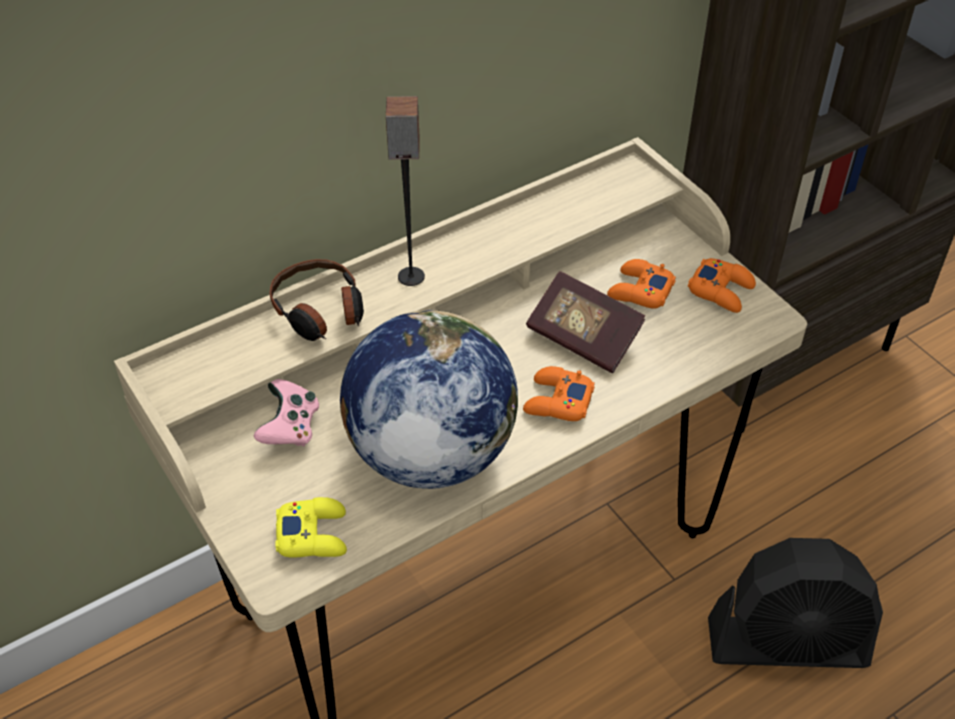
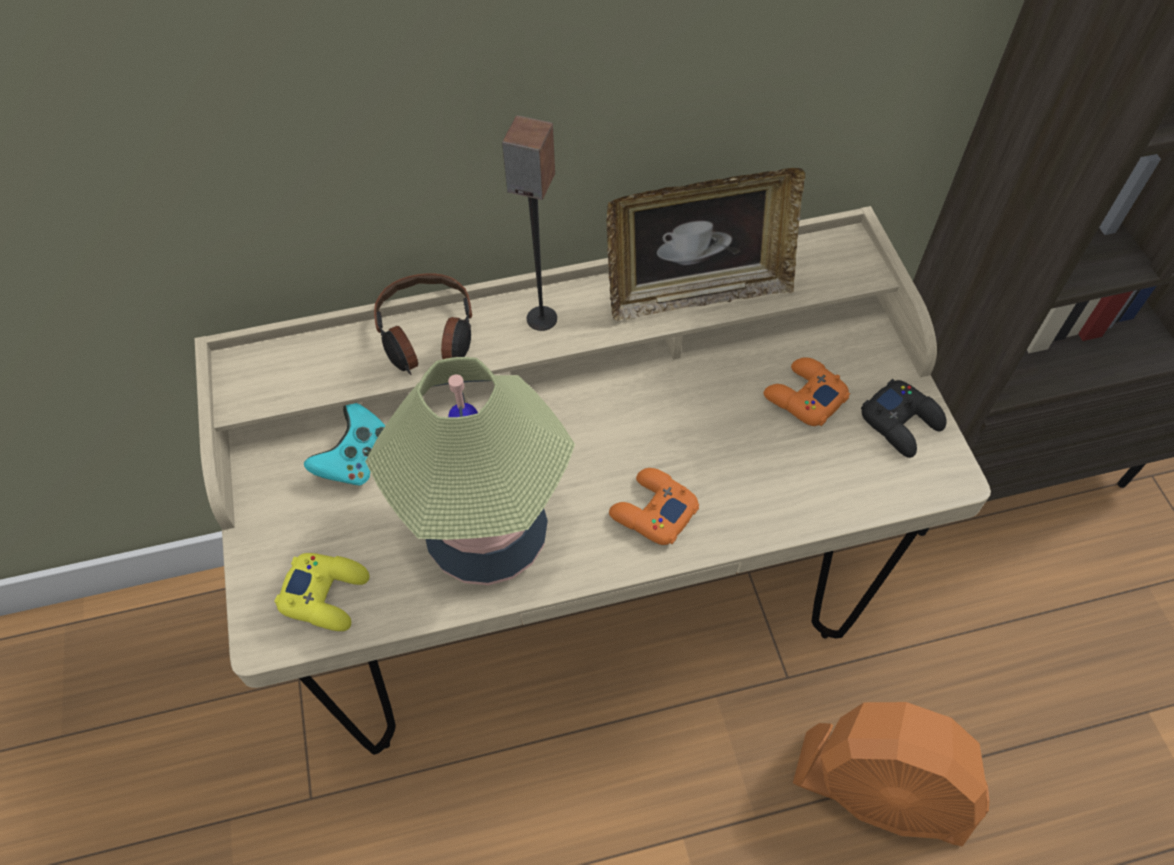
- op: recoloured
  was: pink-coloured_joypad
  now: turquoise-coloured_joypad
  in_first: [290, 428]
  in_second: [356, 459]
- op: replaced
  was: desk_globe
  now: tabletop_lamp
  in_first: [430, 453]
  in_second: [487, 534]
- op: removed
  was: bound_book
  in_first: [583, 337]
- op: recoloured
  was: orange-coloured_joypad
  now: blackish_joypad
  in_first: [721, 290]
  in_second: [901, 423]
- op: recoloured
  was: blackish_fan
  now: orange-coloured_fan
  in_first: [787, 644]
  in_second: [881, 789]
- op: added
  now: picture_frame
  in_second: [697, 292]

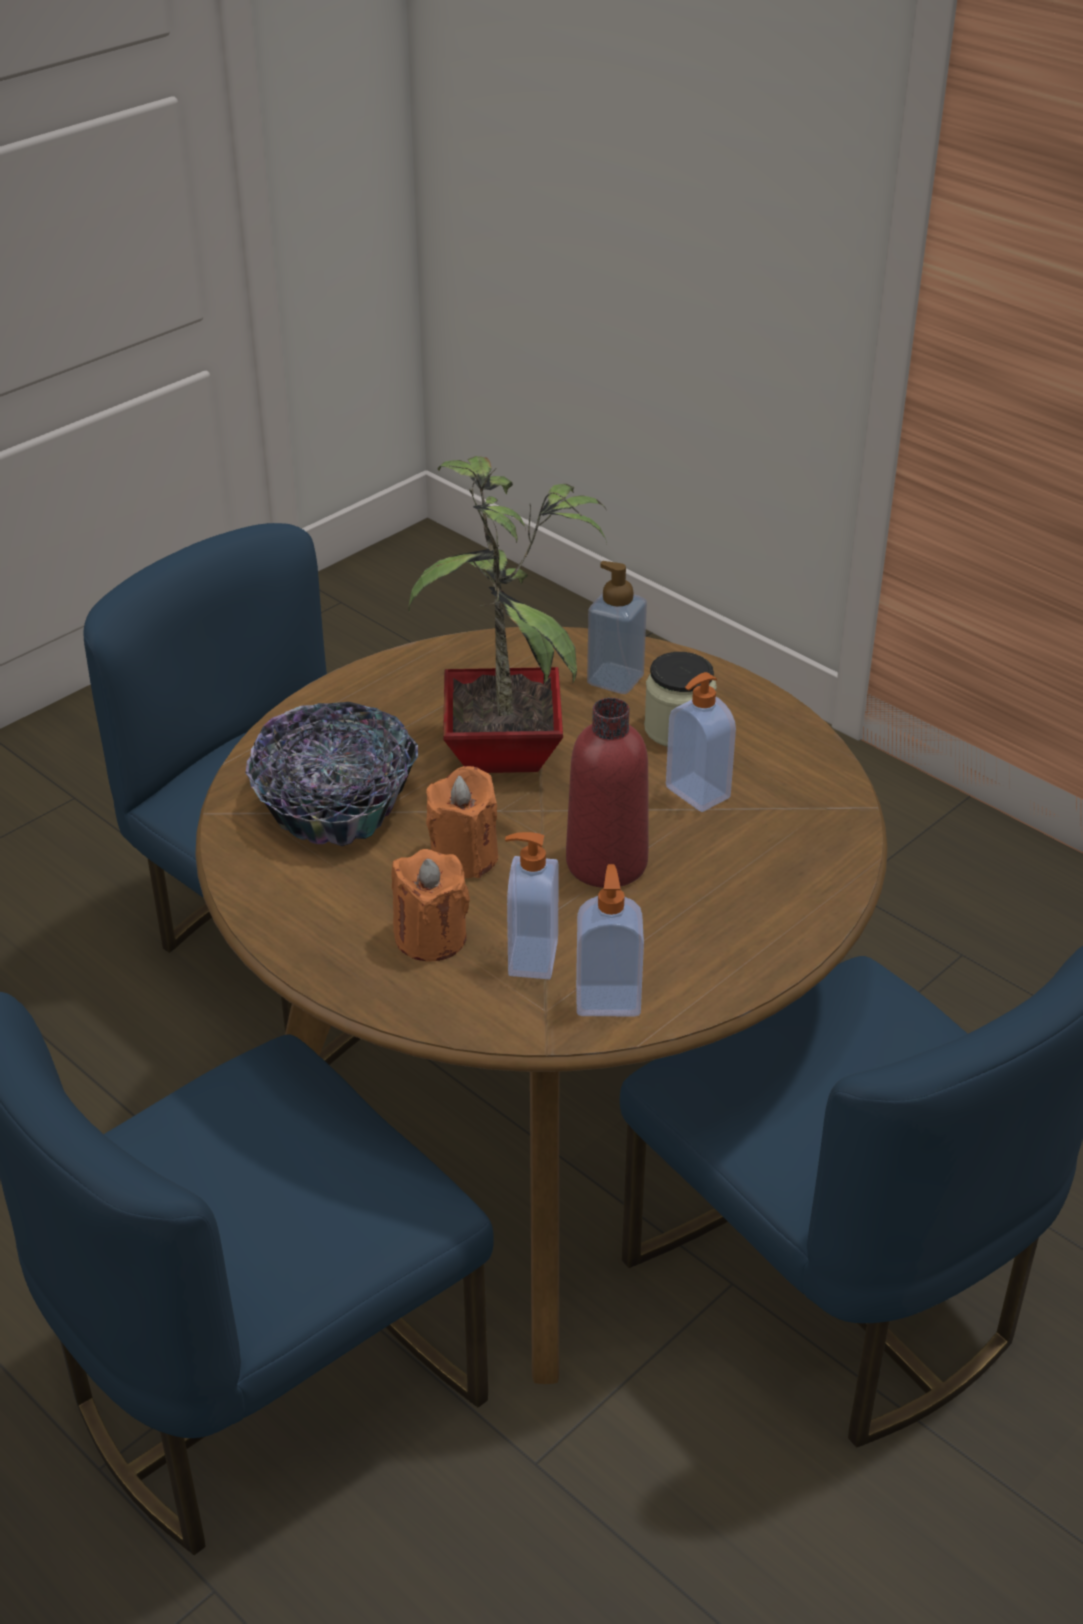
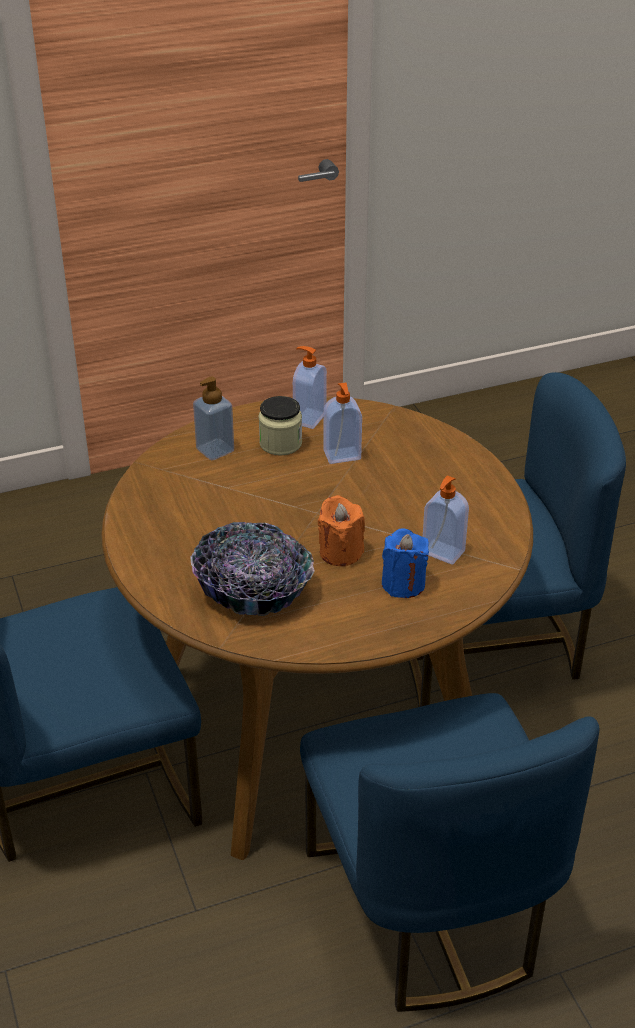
- op: recoloured
  was: orange-coloured_wax_light
  now: bluish_wax_light
  in_first: [430, 938]
  in_second: [403, 584]
- op: removed
  was: plant_in_a_pot
  in_first: [510, 753]
- op: removed
  was: red-coloured_beverage_bottle
  in_first: [606, 863]
- op: moved
  was: soap_bottle
  in_first: [608, 999]
  in_second: [308, 418]

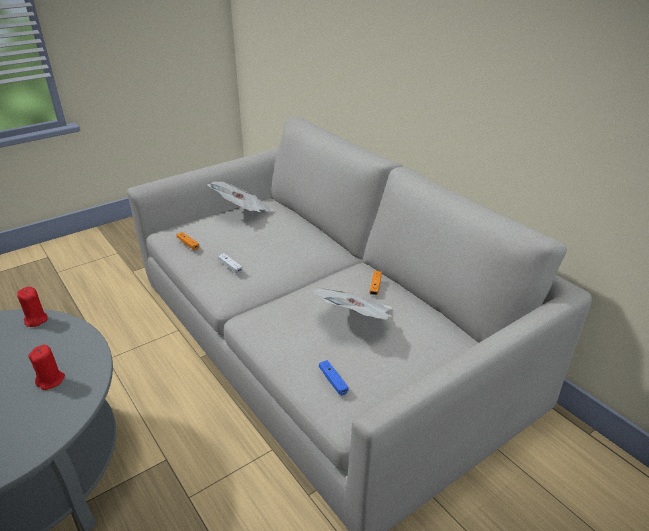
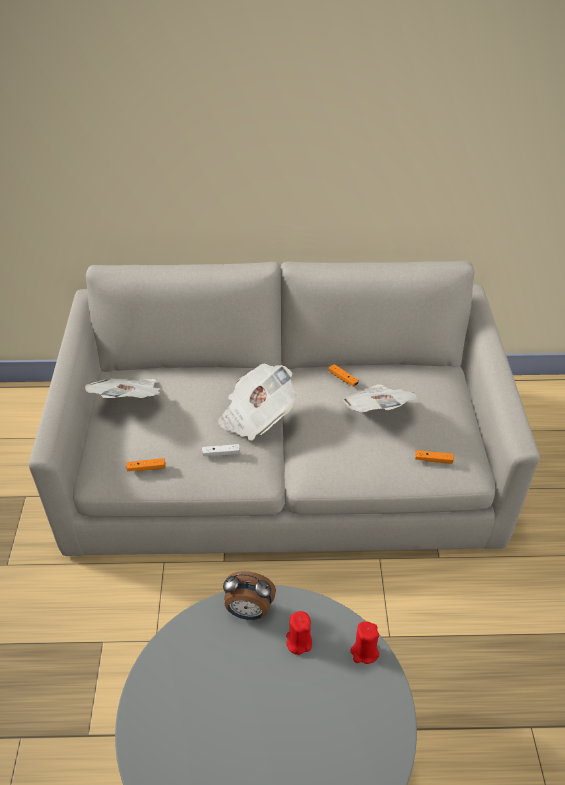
- op: moved
  was: red-coloured_wax_light
  in_first: [36, 320]
  in_second: [364, 652]
- op: recoloured
  was: bluish_joypad
  now: orange-coloured_joypad
  in_first: [333, 381]
  in_second: [433, 460]
- op: added
  now: newspaper
  in_second: [256, 416]
- op: added
  now: bedside_clock
  in_second: [248, 612]

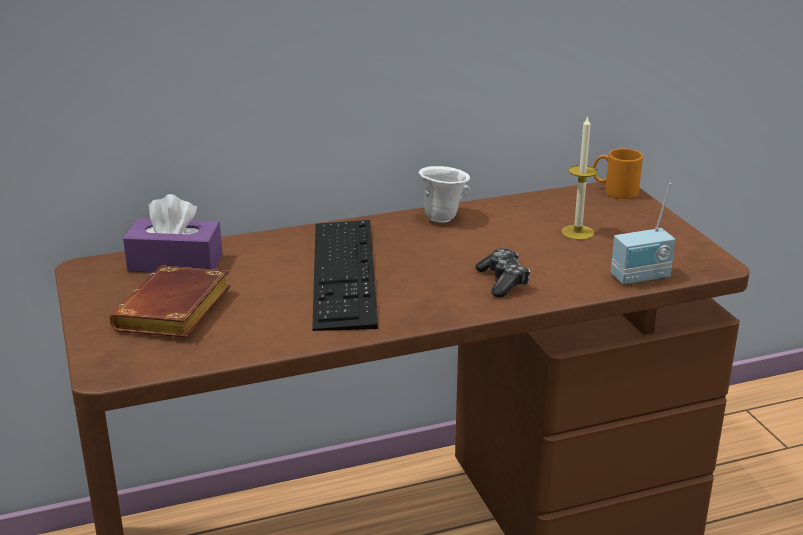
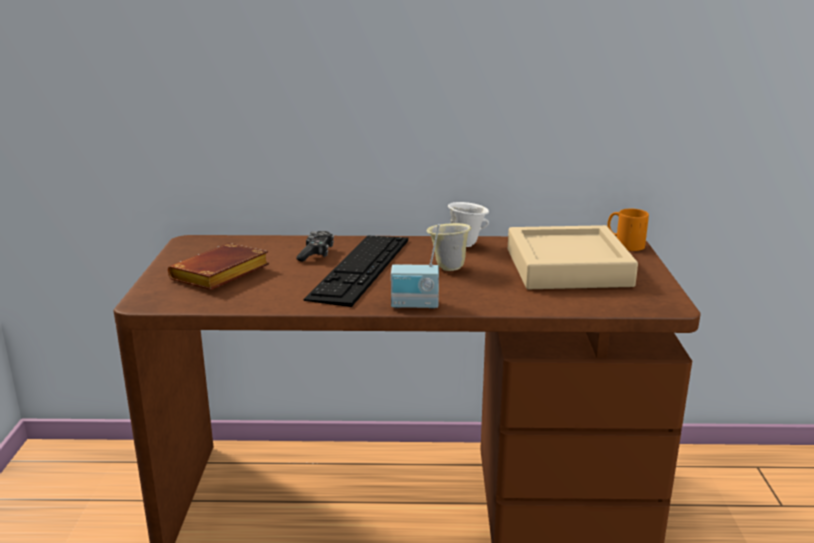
- op: removed
  was: purplish_tissue_holder
  in_first: [175, 263]
- op: moved
  was: joypad
  in_first: [503, 281]
  in_second: [316, 253]
- op: replaced
  was: wax_light
  now: beige_tray
  in_first: [577, 232]
  in_second: [567, 267]
- op: moved
  was: radio_set
  in_first: [641, 278]
  in_second: [415, 305]
- op: added
  now: beige_tea_mug
  in_second: [447, 267]

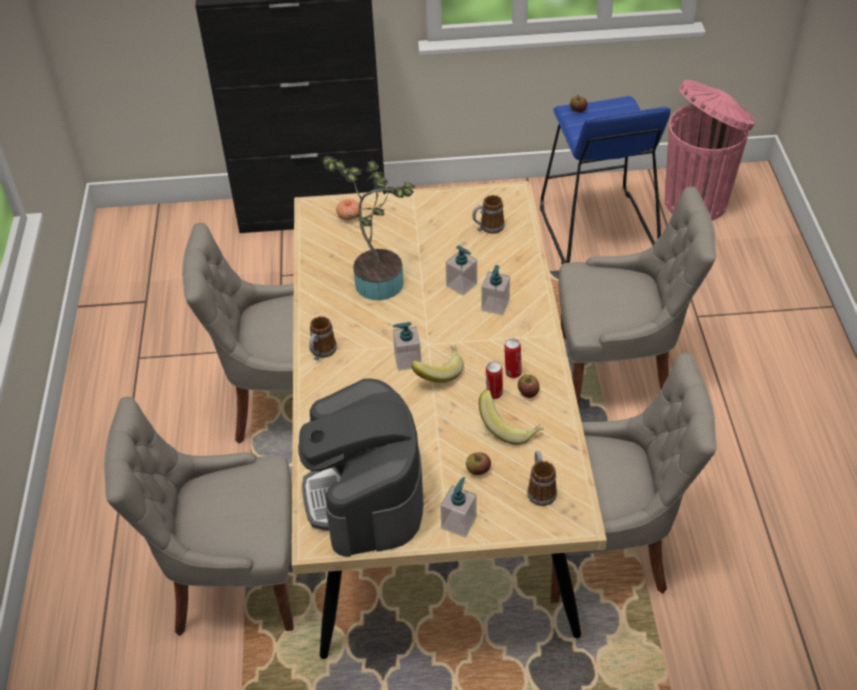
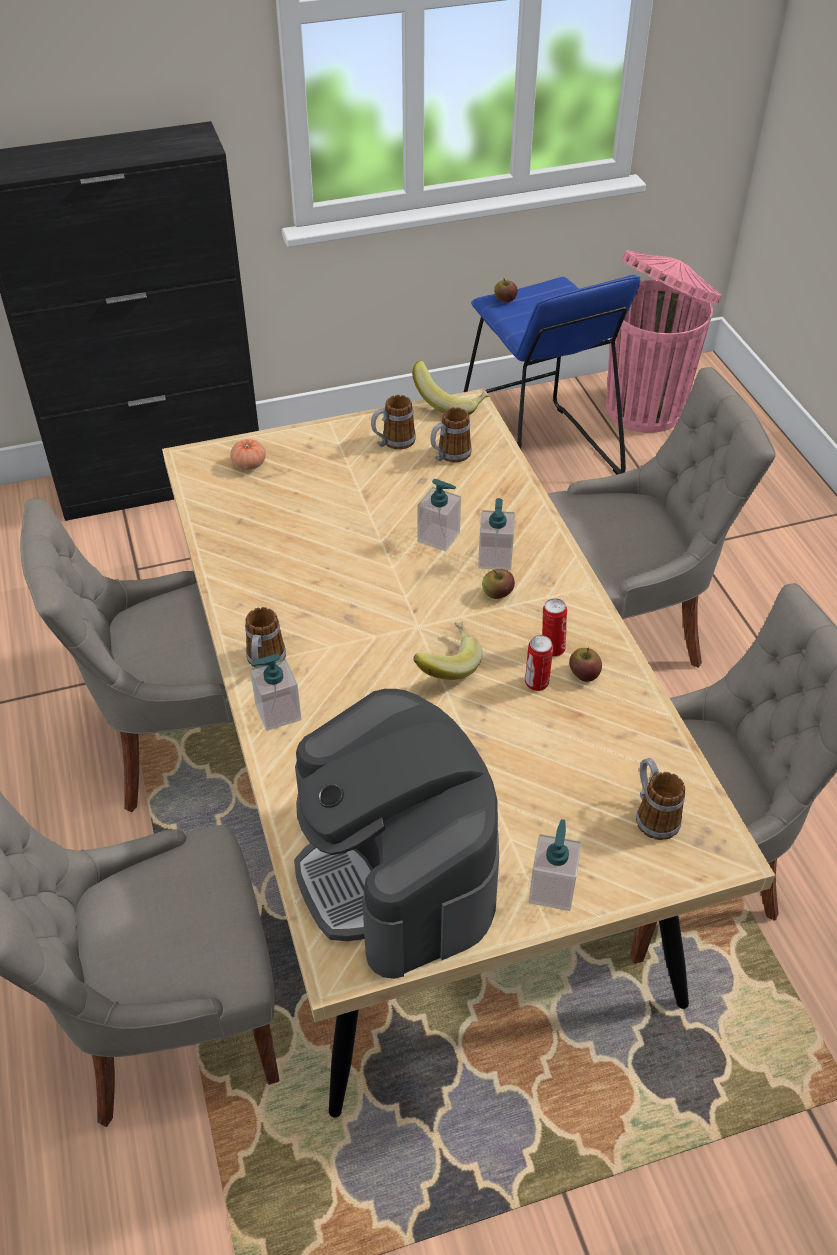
- op: removed
  was: plant_in_a_pot
  in_first: [379, 279]
- op: moved
  was: soap_bottle
  in_first: [407, 360]
  in_second: [278, 712]
- op: moved
  was: apple_fruit
  in_first: [478, 470]
  in_second: [497, 593]
- op: moved
  was: banana_fruit
  in_first: [510, 427]
  in_second: [450, 402]
- op: added
  now: tea_mug
  in_second: [393, 443]

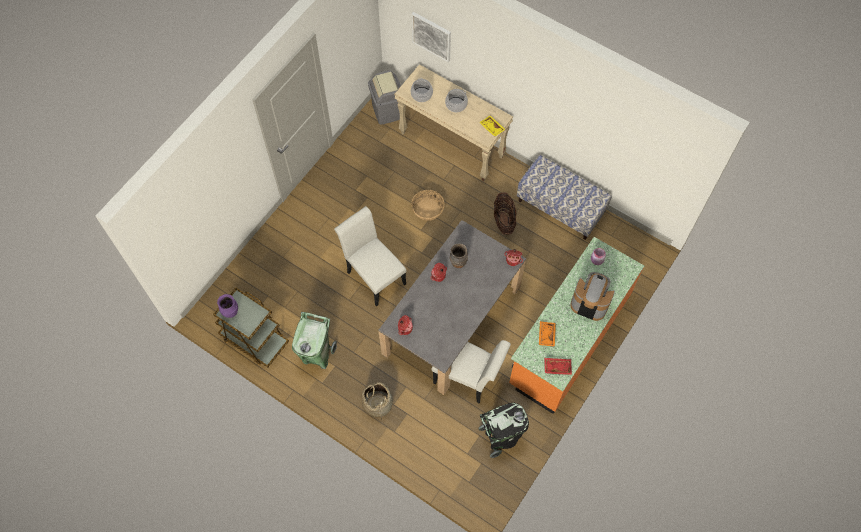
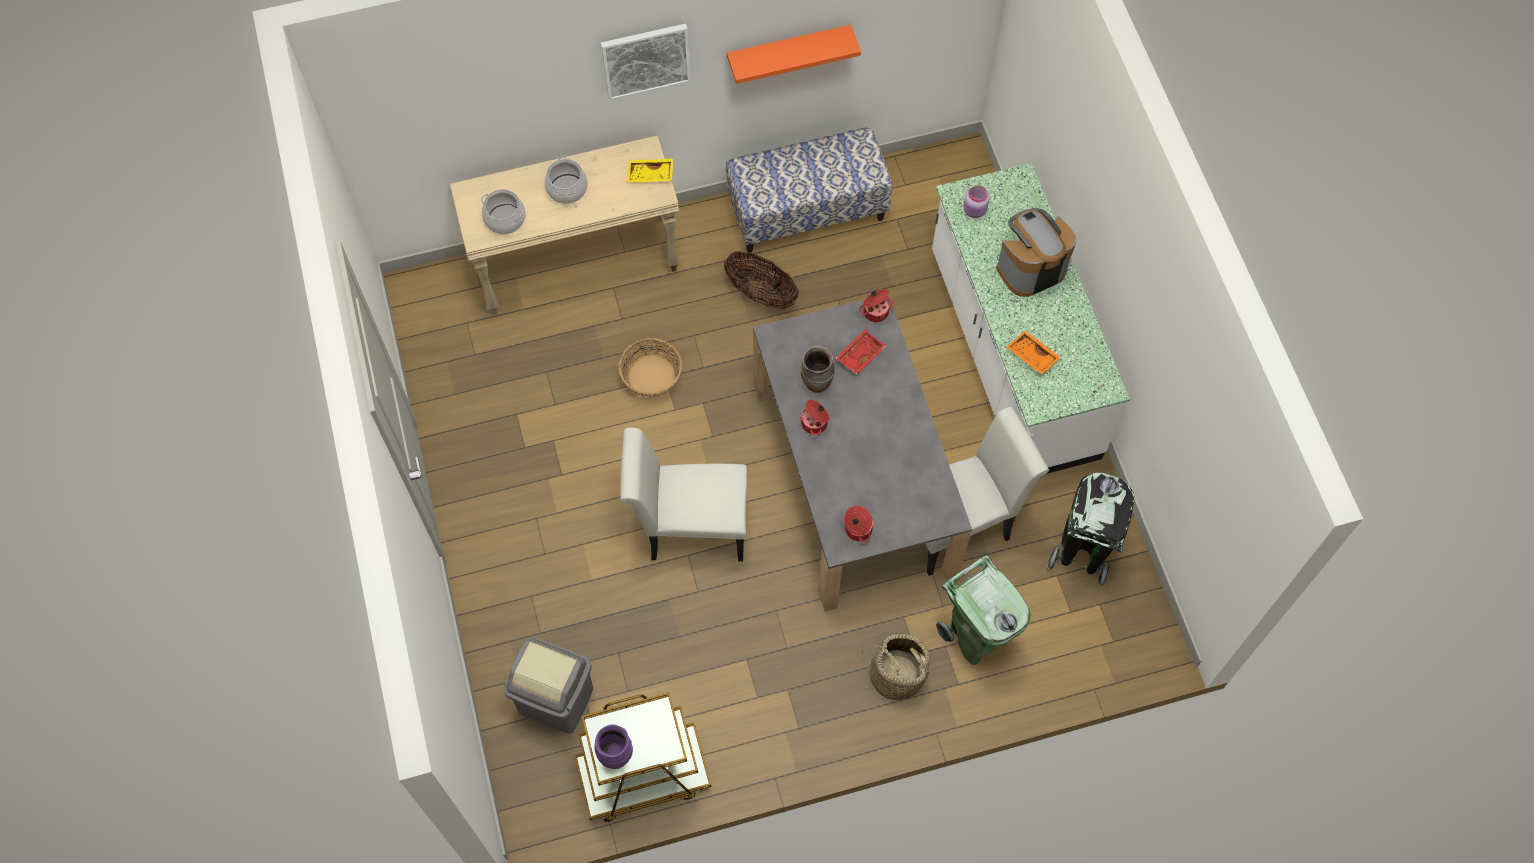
- op: moved
  was: green_rubbish_bin
  in_first: [317, 355]
  in_second: [976, 636]
- op: moved
  was: greyish_rubbish_bin
  in_first: [387, 111]
  in_second: [556, 699]
- op: moved
  was: wall_picture
  in_first: [432, 36]
  in_second: [646, 60]
- op: recoloured
  was: orange-coloured_kitchen_counter
  now: whitish_kitchen_counter
  in_first: [568, 340]
  in_second: [1011, 356]
- op: moved
  was: red-coloured_tray
  in_first: [557, 367]
  in_second: [859, 354]
- op: added
  now: orange-coloured_shelf
  in_second: [788, 50]

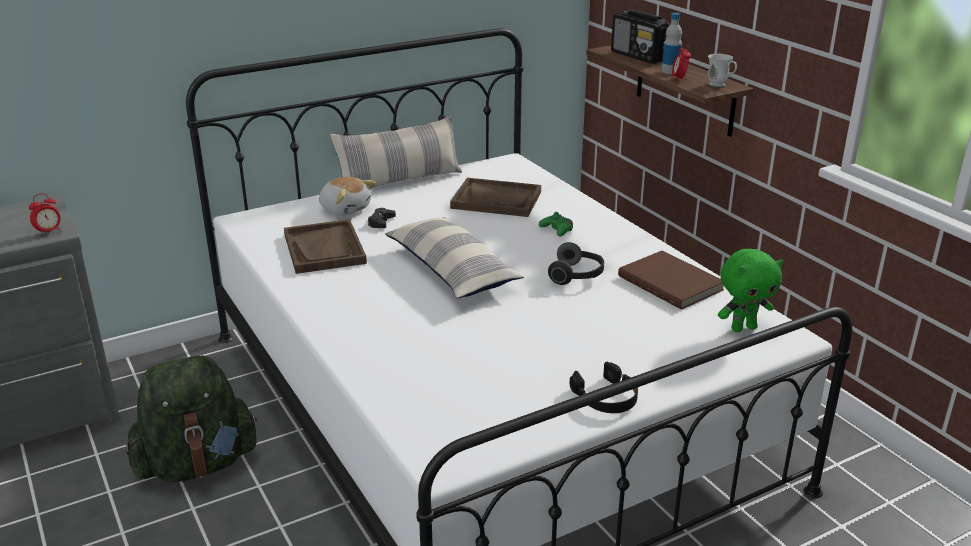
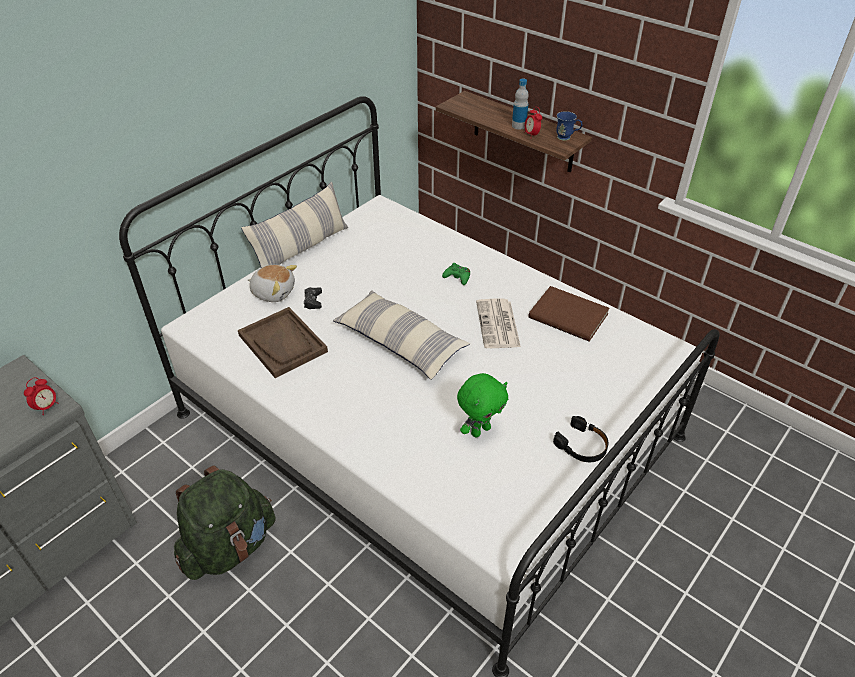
- op: removed
  was: brown-coloured_tray
  in_first: [496, 200]
- op: replaced
  was: pair_of_headphones
  now: newspaper
  in_first: [577, 276]
  in_second: [498, 325]
- op: removed
  was: radio_set
  in_first: [639, 56]
- op: recoloured
  was: whitish_tea_mug
  now: bluish_tea_mug
  in_first: [720, 85]
  in_second: [567, 138]
- op: moved
  was: green_cuddly_toy
  in_first: [743, 328]
  in_second: [480, 430]

